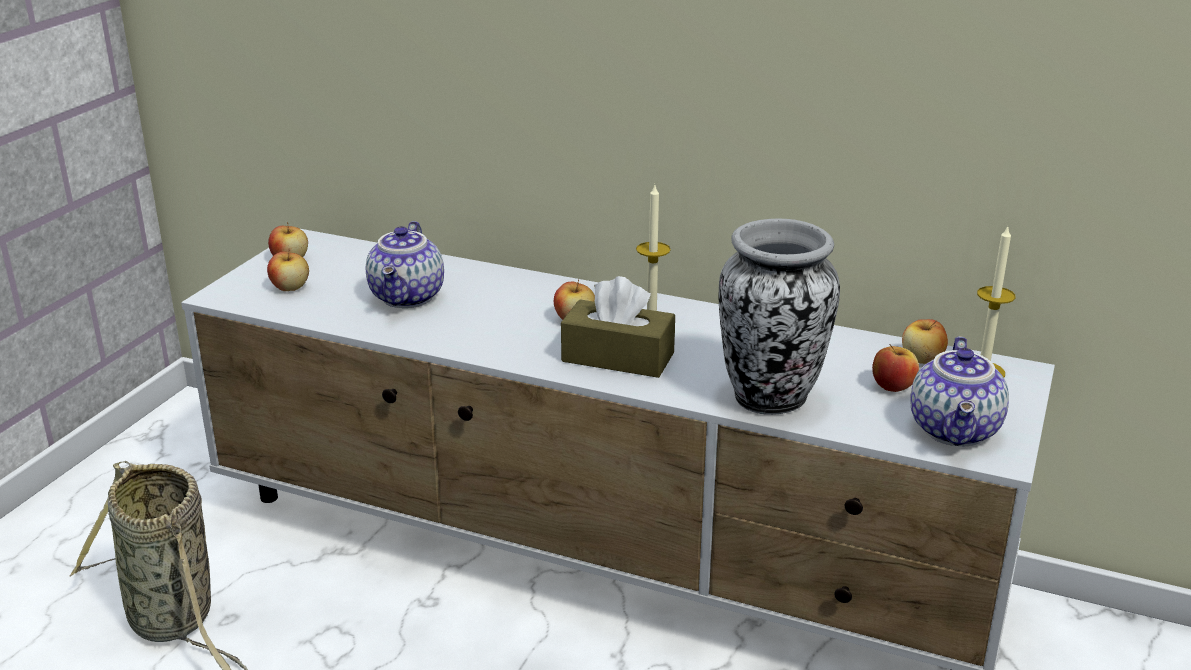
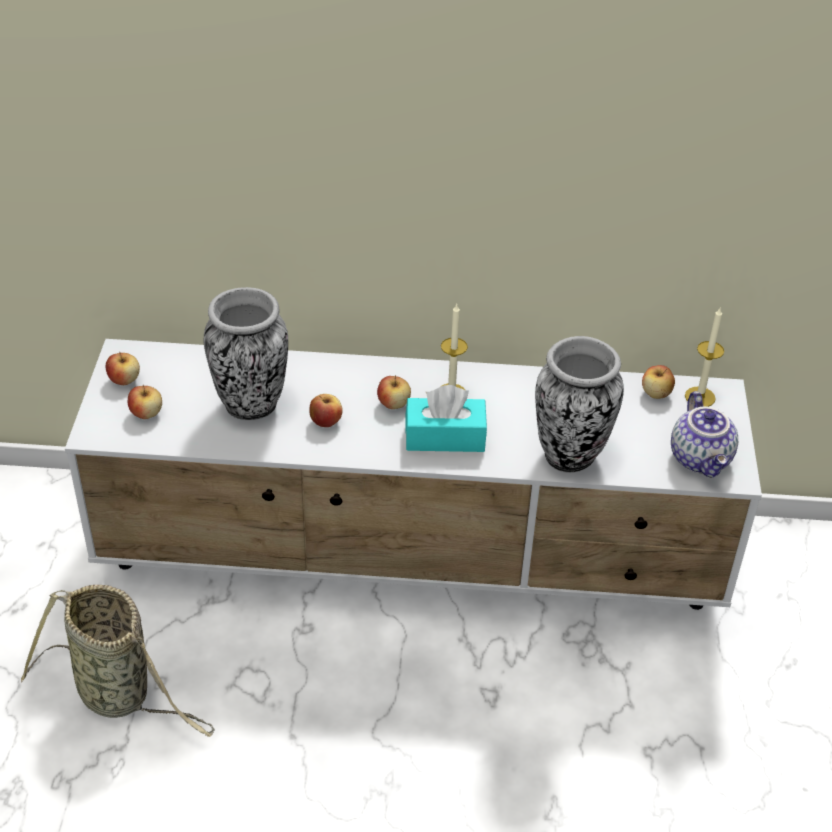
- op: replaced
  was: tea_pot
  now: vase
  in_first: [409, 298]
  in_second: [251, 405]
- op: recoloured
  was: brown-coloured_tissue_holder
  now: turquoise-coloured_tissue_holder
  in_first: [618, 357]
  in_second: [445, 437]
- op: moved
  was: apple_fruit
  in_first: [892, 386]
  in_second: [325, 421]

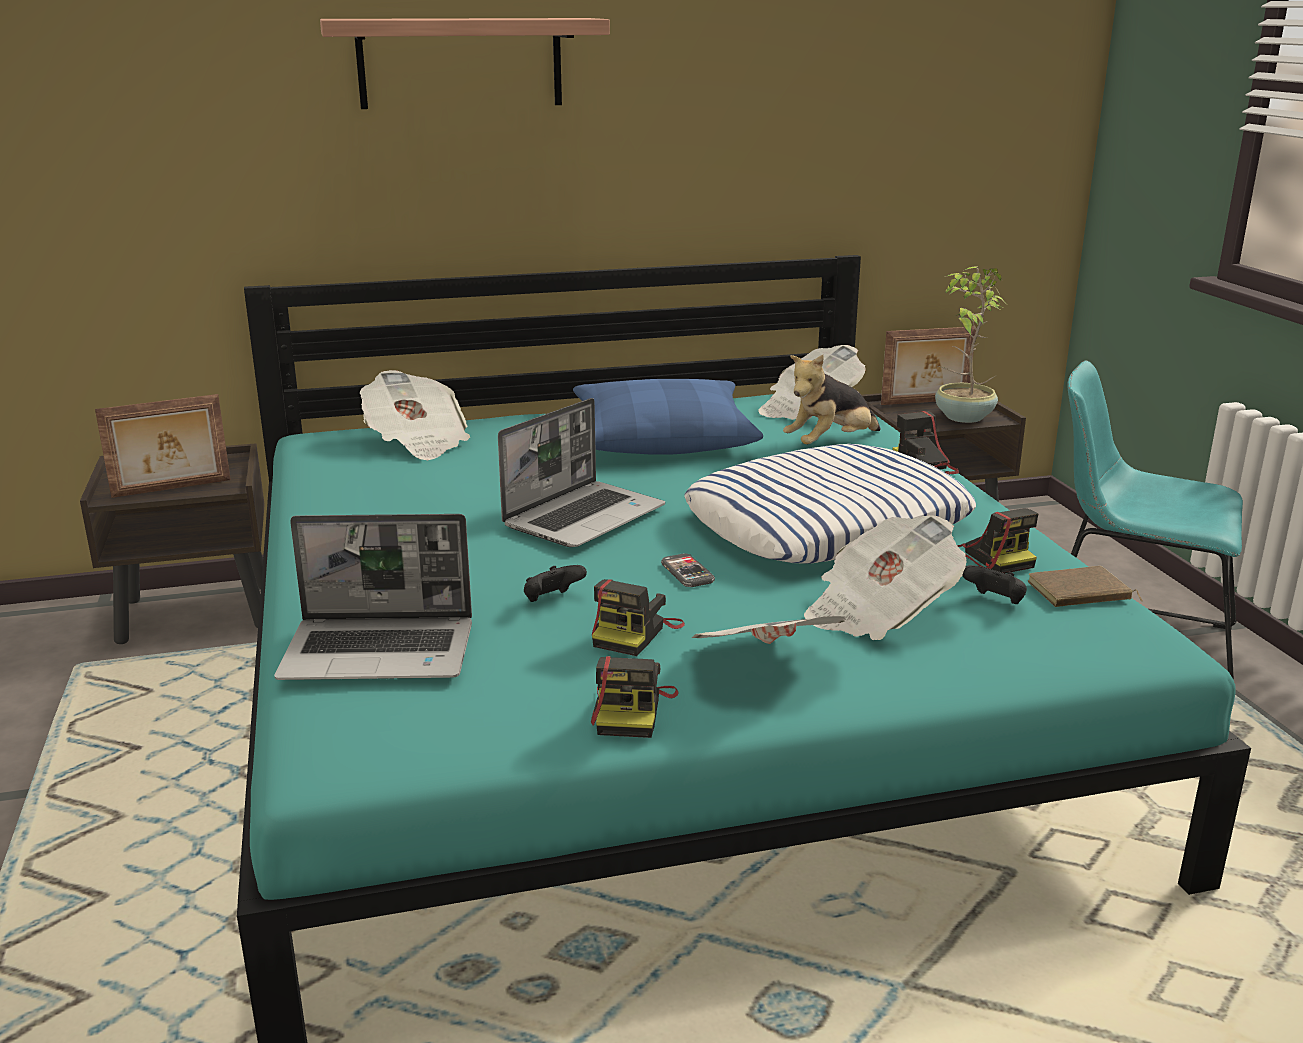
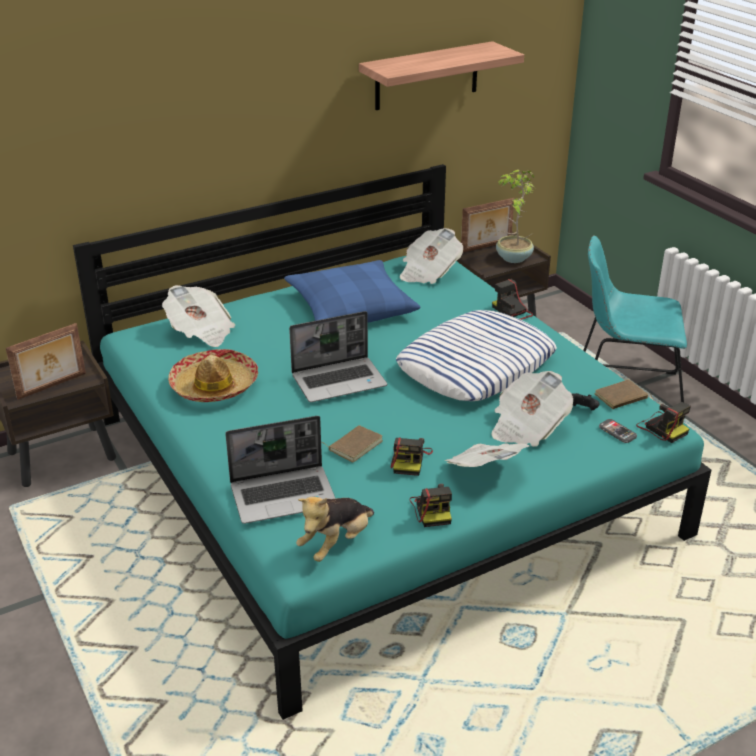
- op: moved
  was: shelf
  in_first: [460, 63]
  in_second: [427, 76]
- op: turned
  was: portable_computer
  in_first: [584, 516]
  in_second: [340, 381]
  clockwise: 45
- op: replaced
  was: blackish_joypad
  now: brown-coloured_bound_book
  in_first: [552, 600]
  in_second: [354, 445]
- op: moved
  was: telephone
  in_first: [687, 573]
  in_second: [617, 432]
- op: moved
  was: cuddly_toy
  in_first: [830, 444]
  in_second: [336, 543]
- op: moved
  was: photo_camera
  in_first: [993, 556]
  in_second: [661, 428]
- op: added
  now: clothing_hat
  in_second: [214, 386]

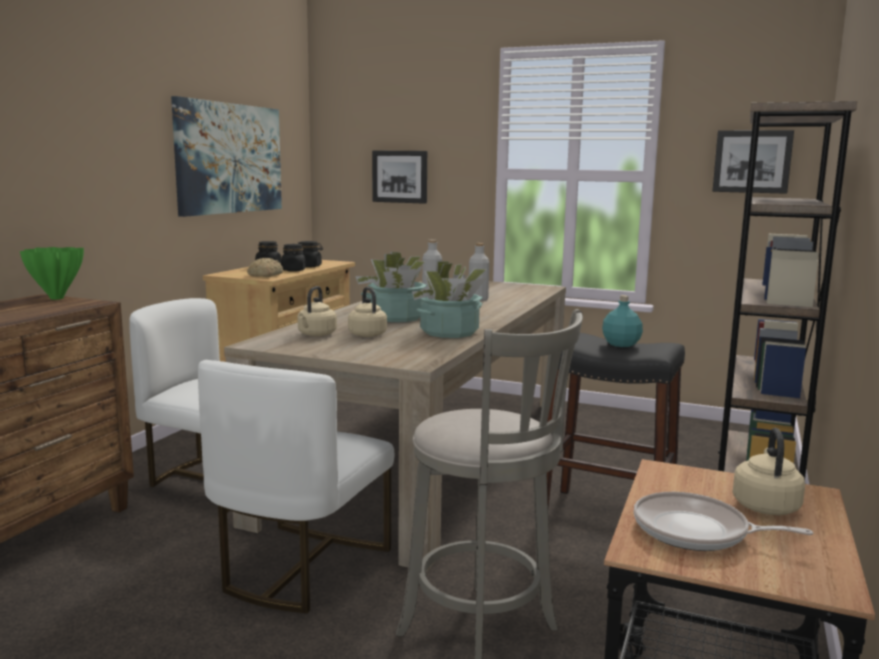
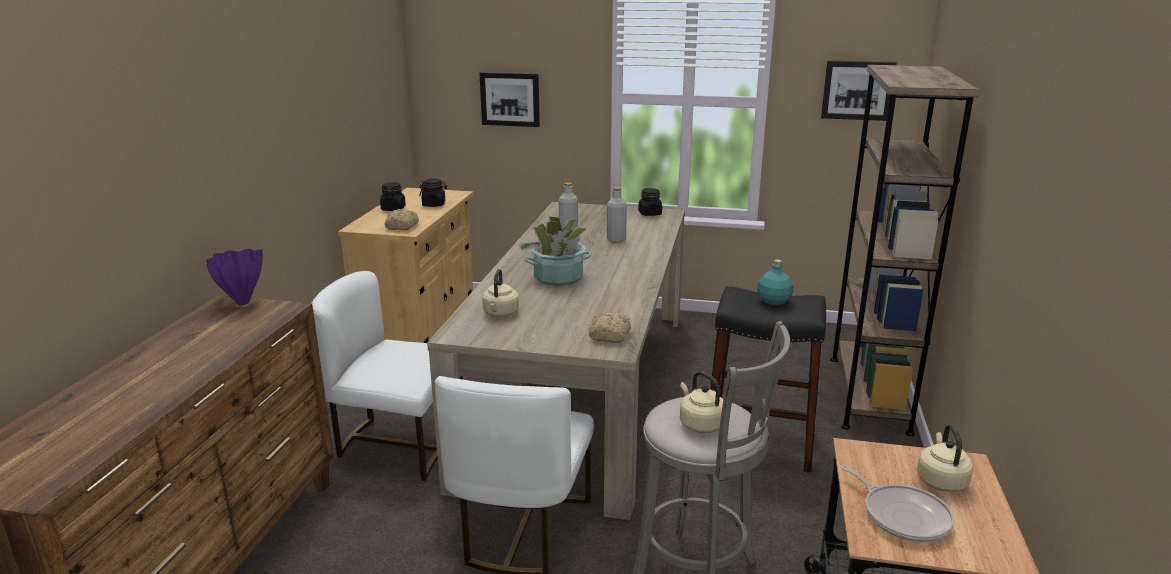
- op: recoloured
  was: green_vase
  now: purplish_vase
  in_first: [55, 298]
  in_second: [241, 303]
- op: removed
  was: wall_picture
  in_first: [229, 158]
- op: moved
  was: blackish_jar
  in_first: [293, 270]
  in_second: [650, 214]
- op: moved
  was: beige_water_kettle
  in_first: [366, 334]
  in_second: [700, 424]
- op: removed
  was: plant_in_a_pot
  in_first: [449, 332]
- op: turned
  was: frying_pan
  in_first: [696, 532]
  in_second: [902, 516]
  clockwise: -135
- op: added
  now: bakery_bread
  in_second: [609, 336]

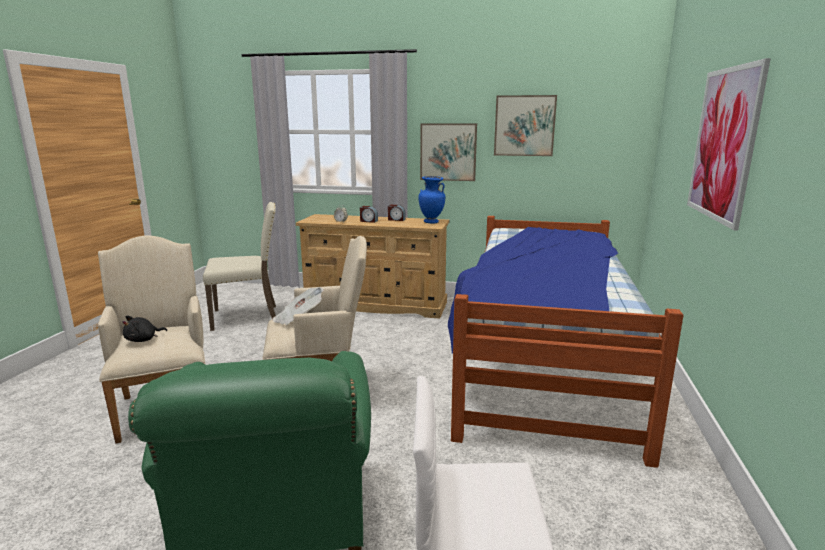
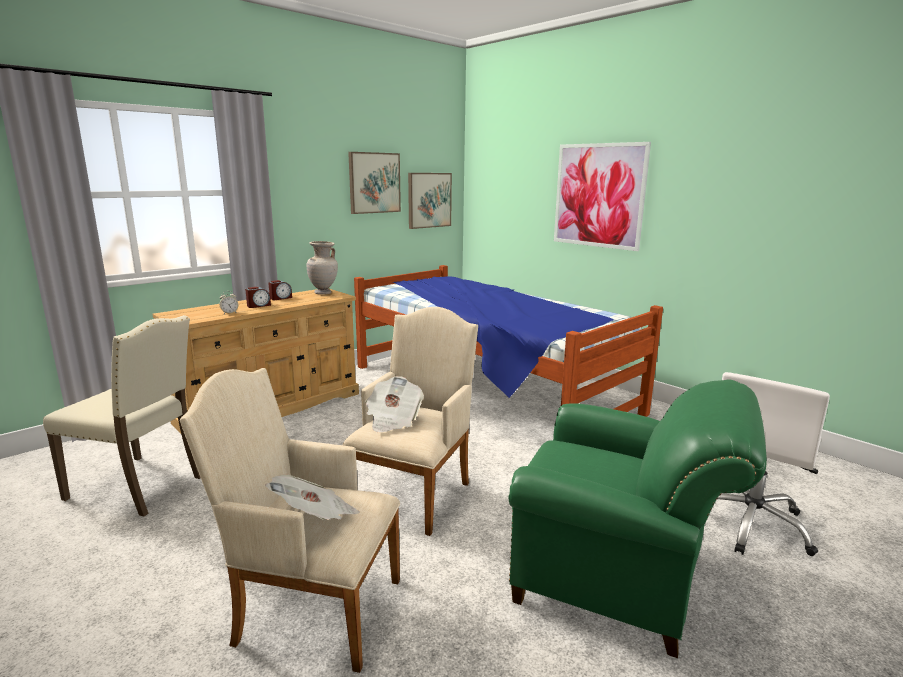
- op: replaced
  was: blackish_cuddly_toy
  now: newspaper
  in_first: [143, 340]
  in_second: [315, 517]
- op: turned
  was: beige_plain_chair
  in_first: [247, 316]
  in_second: [140, 486]
  clockwise: 90
- op: recoloured
  was: bluish_vase
  now: beige_vase
  in_first: [431, 222]
  in_second: [323, 293]
- op: moved
  was: wall_picture
  in_first: [448, 152]
  in_second: [429, 200]

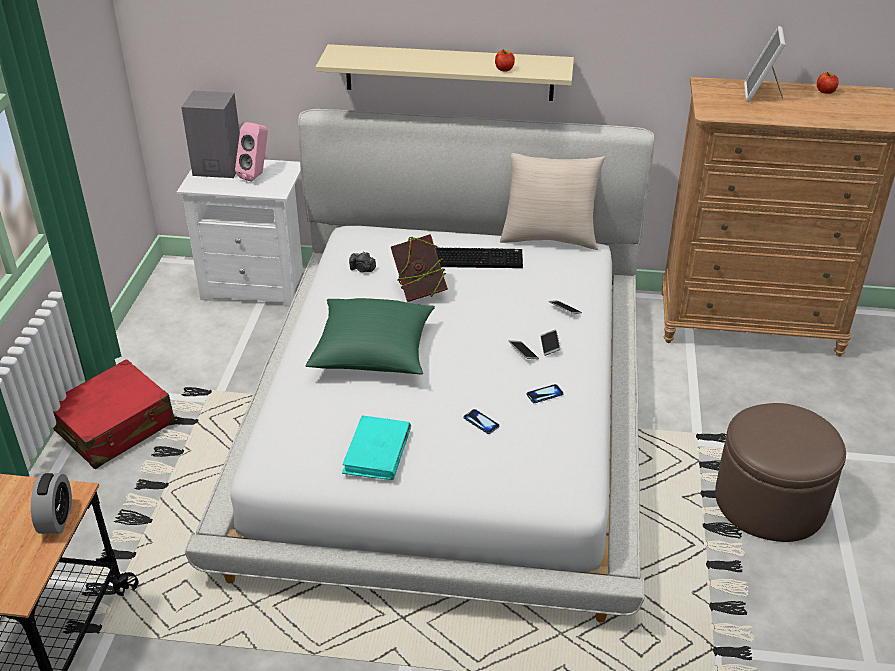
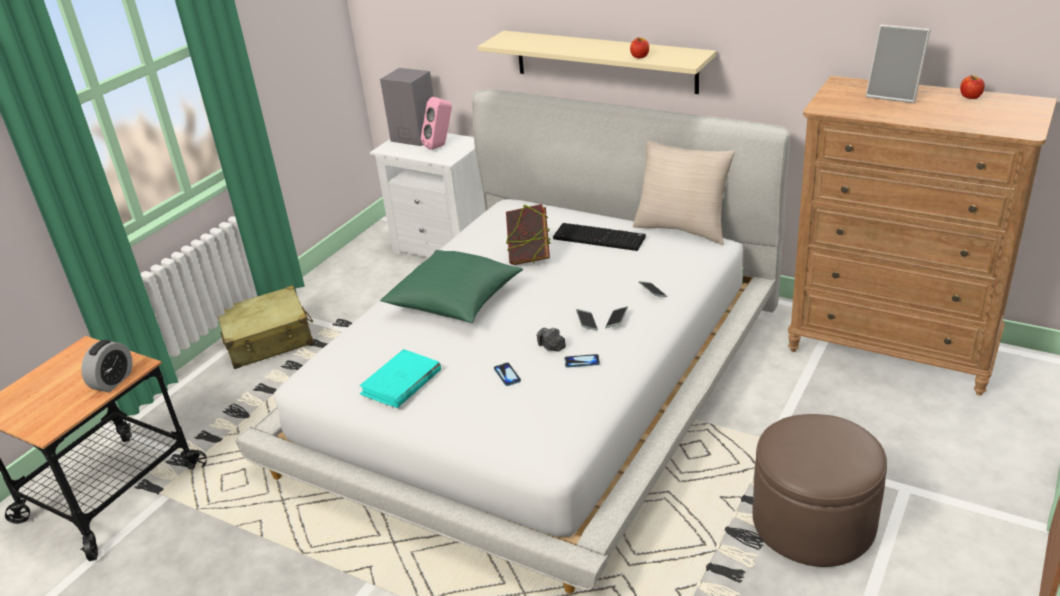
- op: recoloured
  was: red-coloured_piece_of_luggage
  now: beige_piece_of_luggage
  in_first: [115, 427]
  in_second: [269, 340]
- op: moved
  was: photo_camera
  in_first: [362, 269]
  in_second: [551, 347]
- op: turned
  was: picture_frame
  in_first: [761, 94]
  in_second: [894, 94]
  clockwise: -90

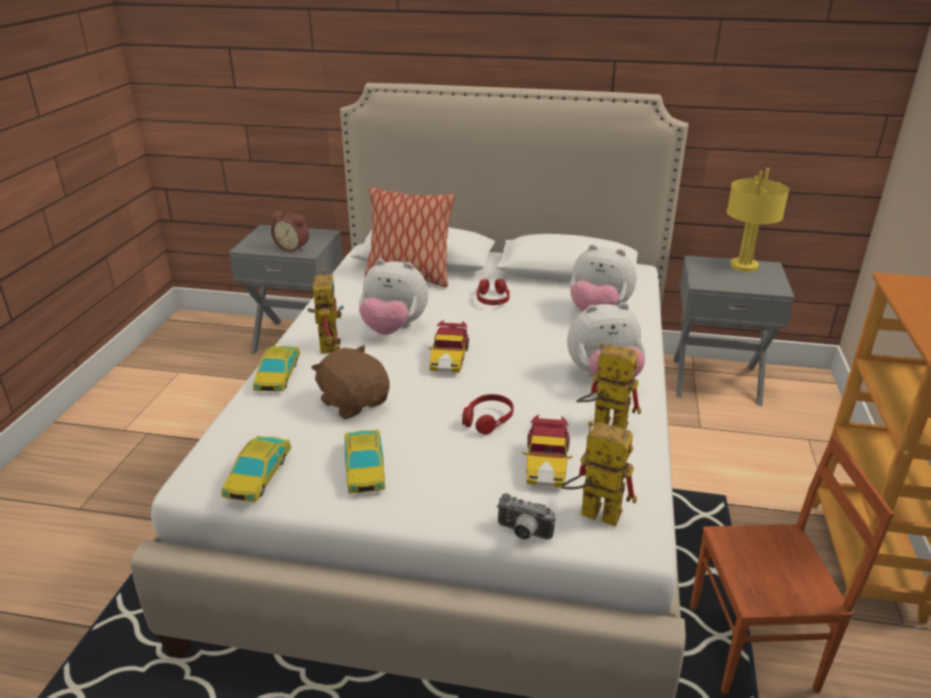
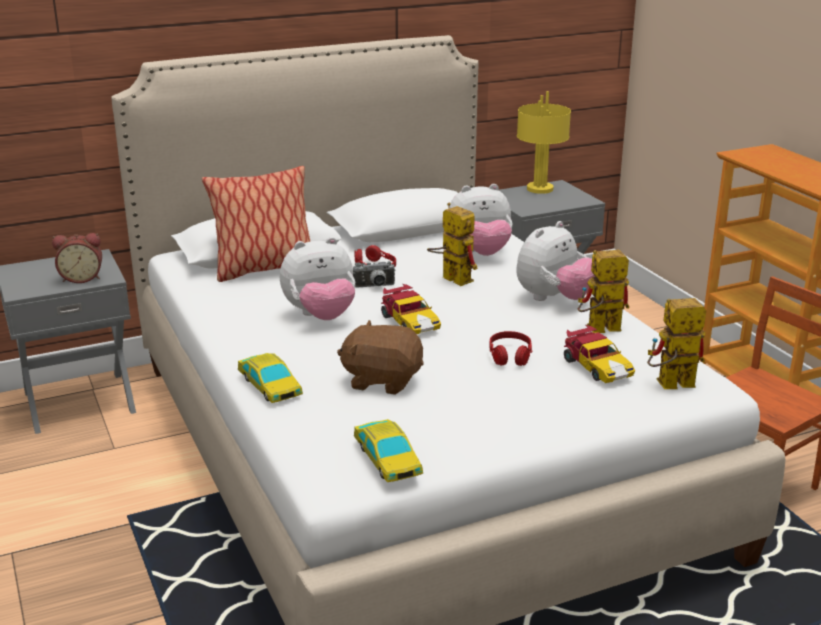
- op: moved
  was: toy_robot
  in_first: [327, 343]
  in_second: [451, 278]
- op: removed
  was: model_car
  in_first: [365, 467]
- op: moved
  was: photo_camera
  in_first: [522, 533]
  in_second: [374, 287]

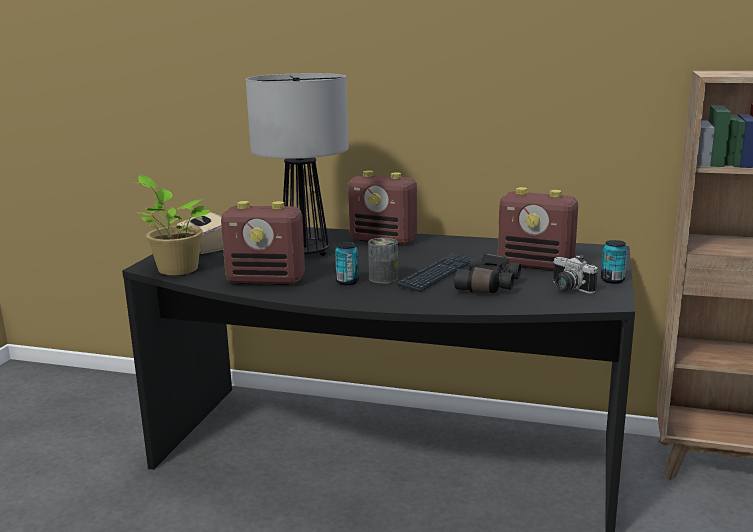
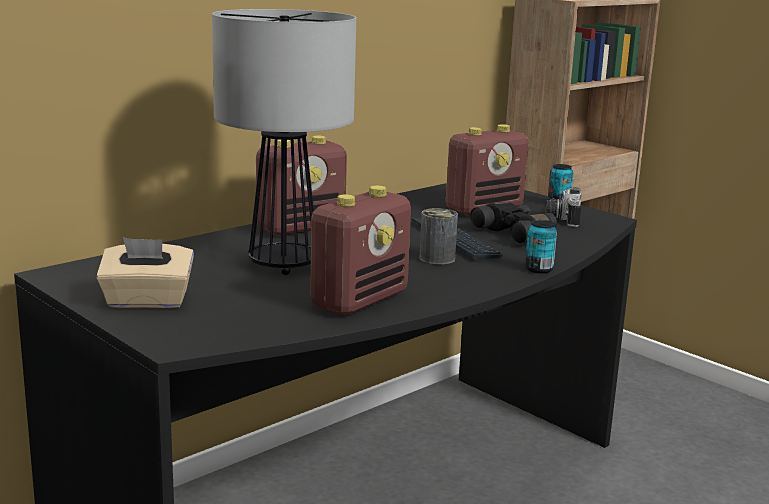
- op: removed
  was: plant_in_a_pot
  in_first: [175, 269]
- op: moved
  was: sealed_can
  in_first: [347, 282]
  in_second: [538, 269]
- op: turned
  was: photo_camera
  in_first: [567, 289]
  in_second: [561, 219]
  clockwise: 105

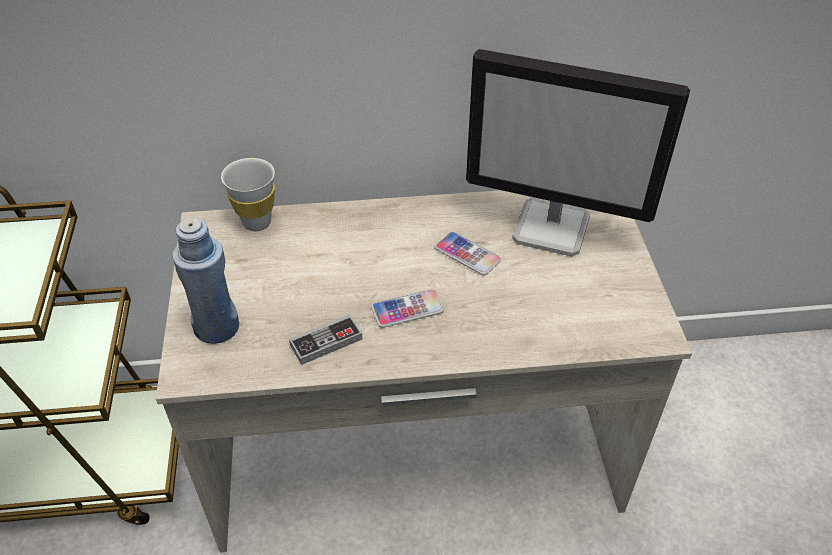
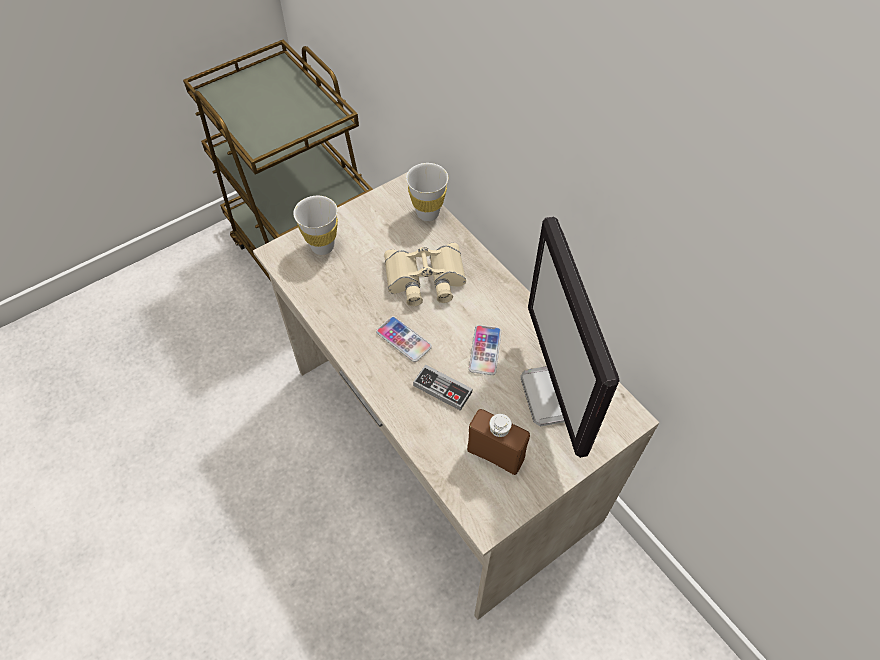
- op: replaced
  was: bluish_beverage_bottle
  now: whitish_drinking_cup
  in_first: [217, 327]
  in_second: [322, 246]
- op: moved
  was: joypad
  in_first: [326, 342]
  in_second: [442, 389]
- op: added
  now: beige_binoculars
  in_second: [425, 280]
- op: added
  now: brown-coloured_beverage_bottle
  in_second: [495, 455]

